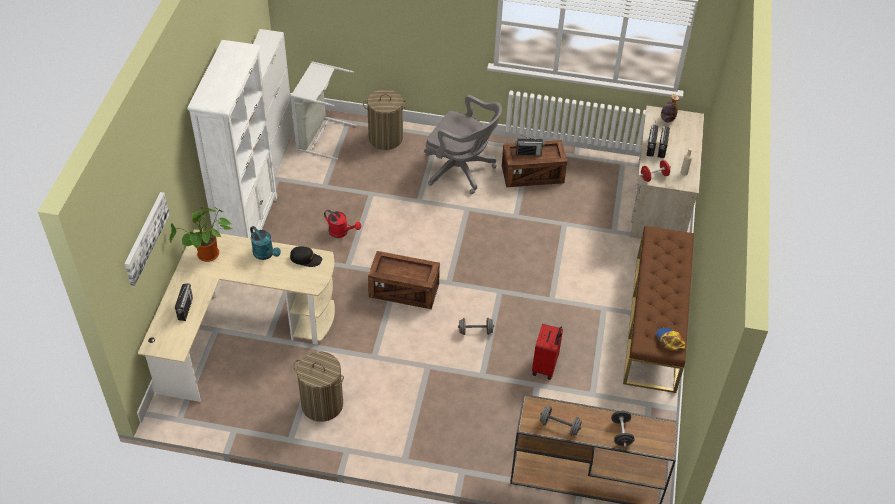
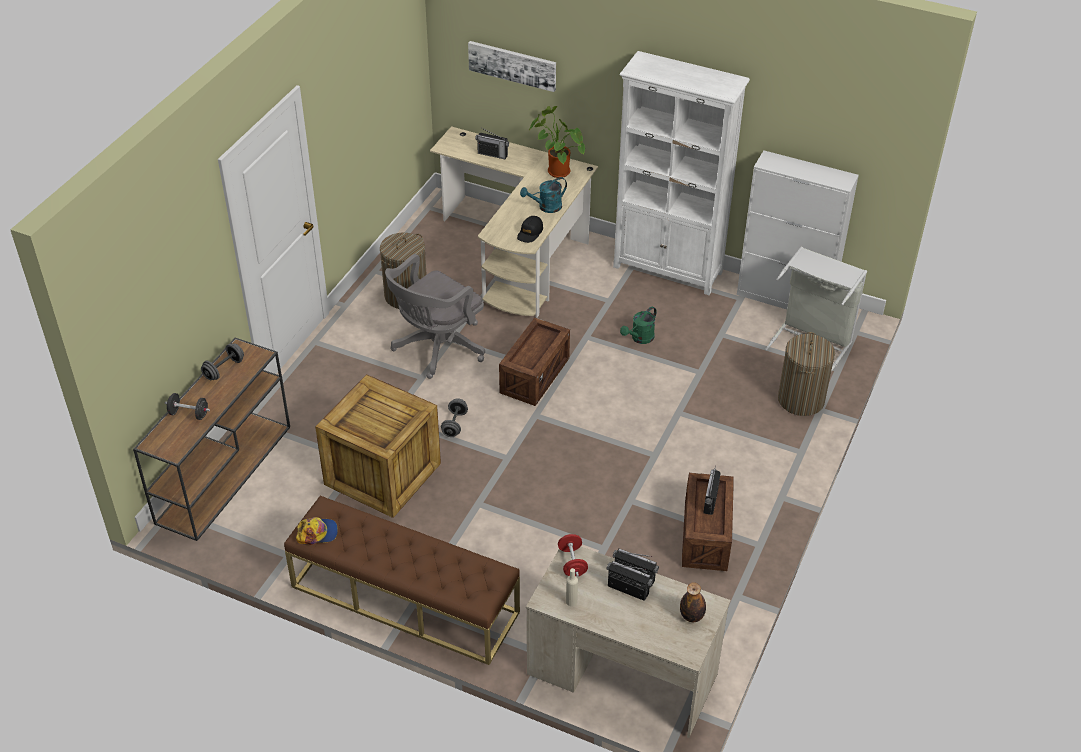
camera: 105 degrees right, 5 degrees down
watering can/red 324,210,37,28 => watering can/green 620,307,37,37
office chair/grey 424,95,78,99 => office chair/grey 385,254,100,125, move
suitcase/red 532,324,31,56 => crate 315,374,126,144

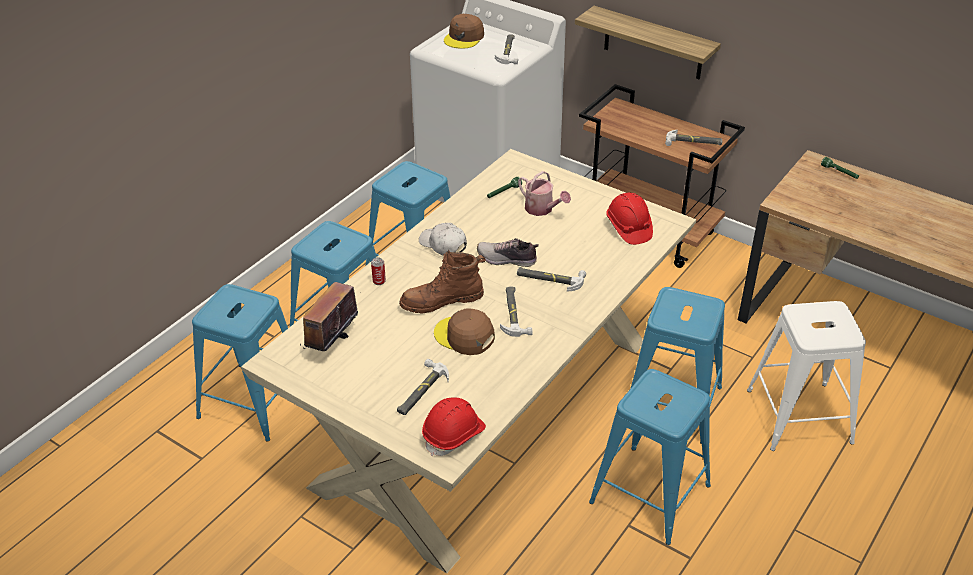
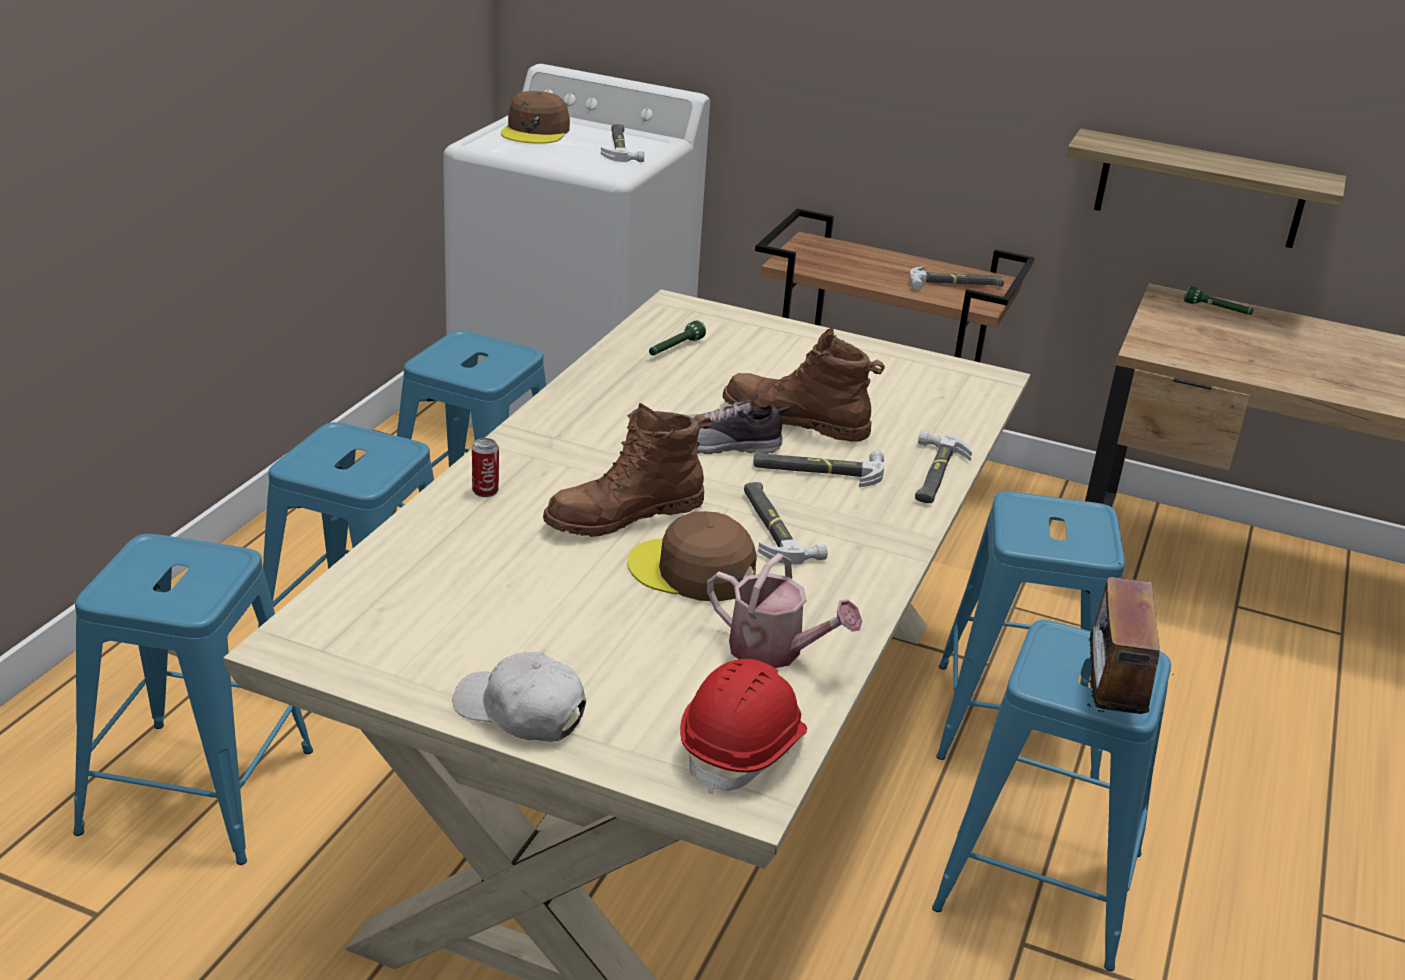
camera: 15 degrees left, 10 degrees down
radio 300,277,58,74 => radio 1058,562,102,152, move
hammer 397,359,52,56 => hammer 915,431,57,72, move
cap/white 419,223,48,32 => cap/white 452,652,134,90, move
watering can 518,171,53,45 => watering can 707,553,155,115, move
shelf 575,6,146,73 => shelf 1066,128,280,120, move
hard hat/red 606,193,47,52 => nothing
stool/white 747,301,119,150 => nothing
nothing => boot/brown 722,328,163,114

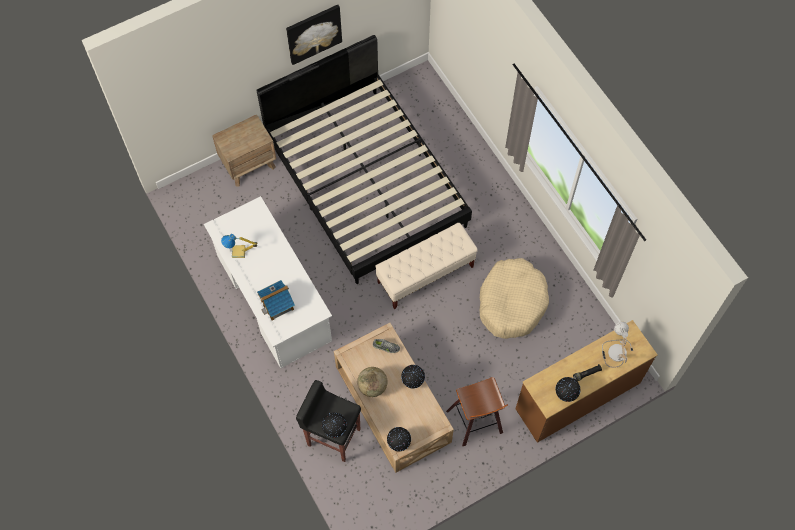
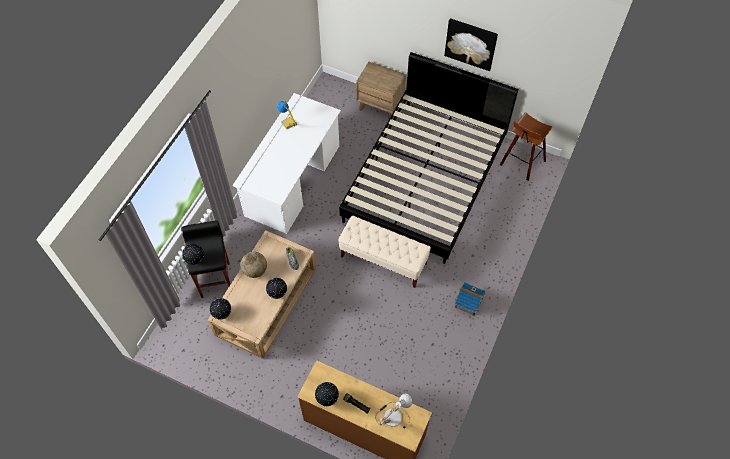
camera: 55 degrees right, 5 degrees down
toy house 257,280,38,41 => toy house 455,283,31,33, move
stool 446,377,62,69 => stool 500,112,52,69, move
dog bed/beige 480,258,69,81 => nothing

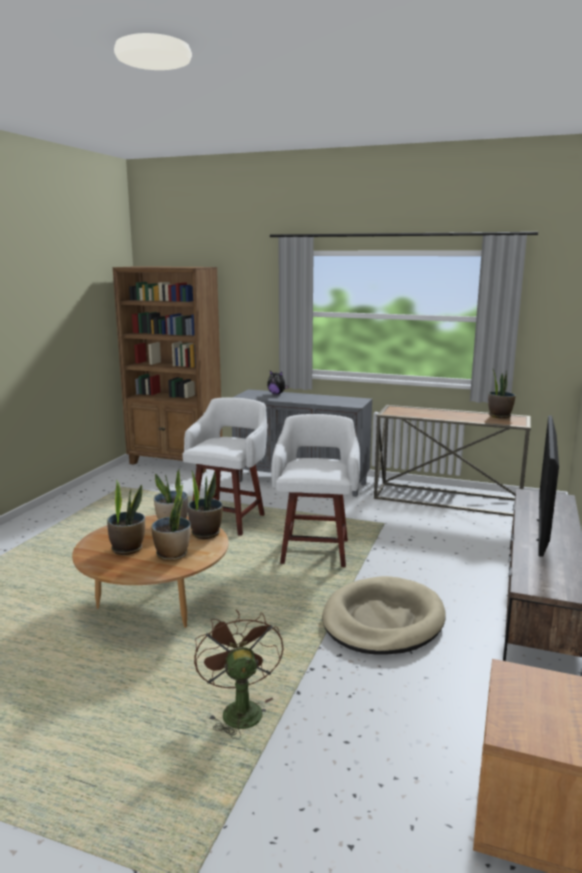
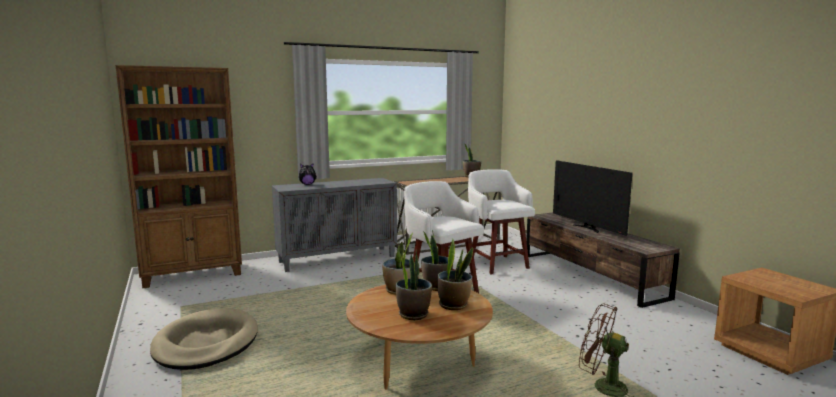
camera: 45 degrees left, 5 degrees down
stool/white 182,397,85,139 => stool/white 468,169,67,105, move
dog bed/beige 322,576,124,79 => dog bed/beige 150,308,108,62, move

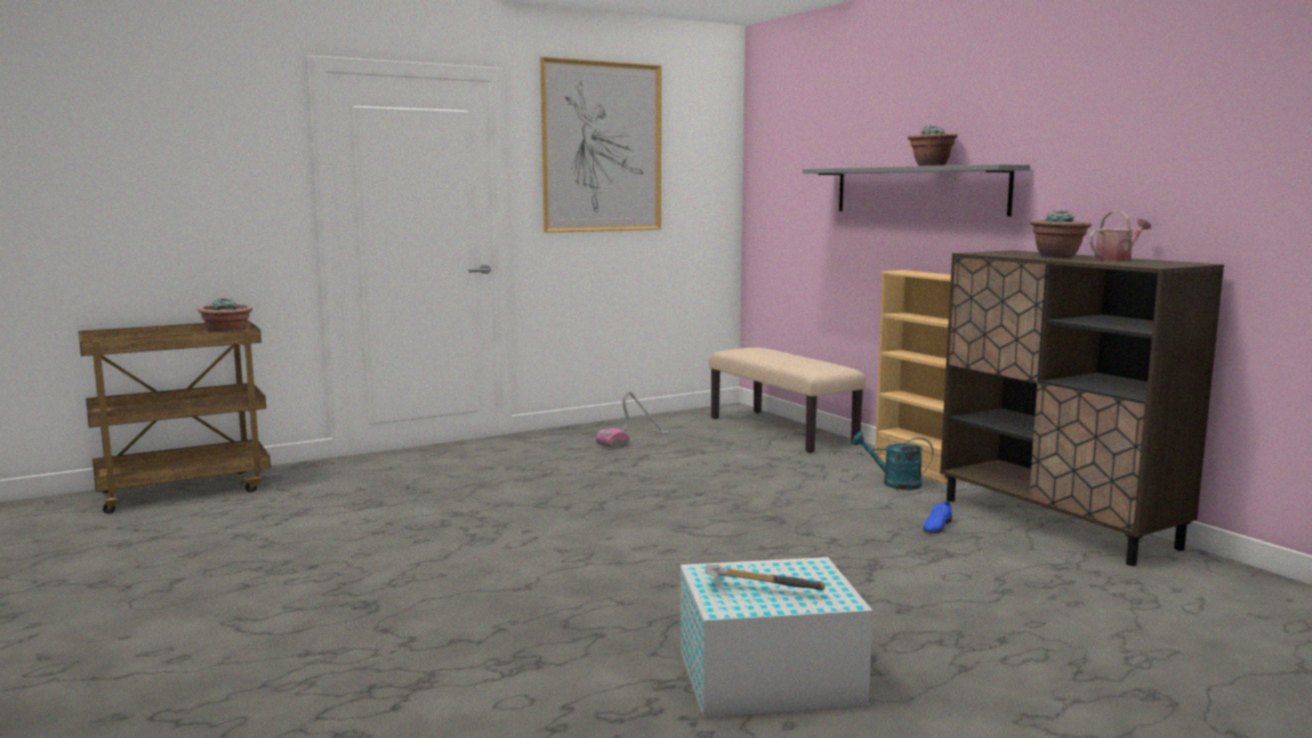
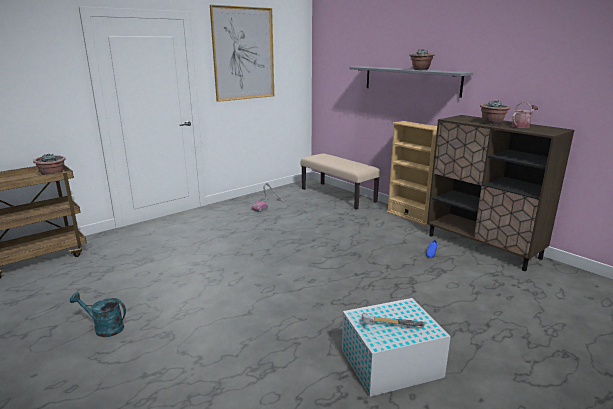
camera: 10 degrees left, 10 degrees up
watering can/turquoise 852,432,81,58 => watering can/turquoise 70,292,56,45, move

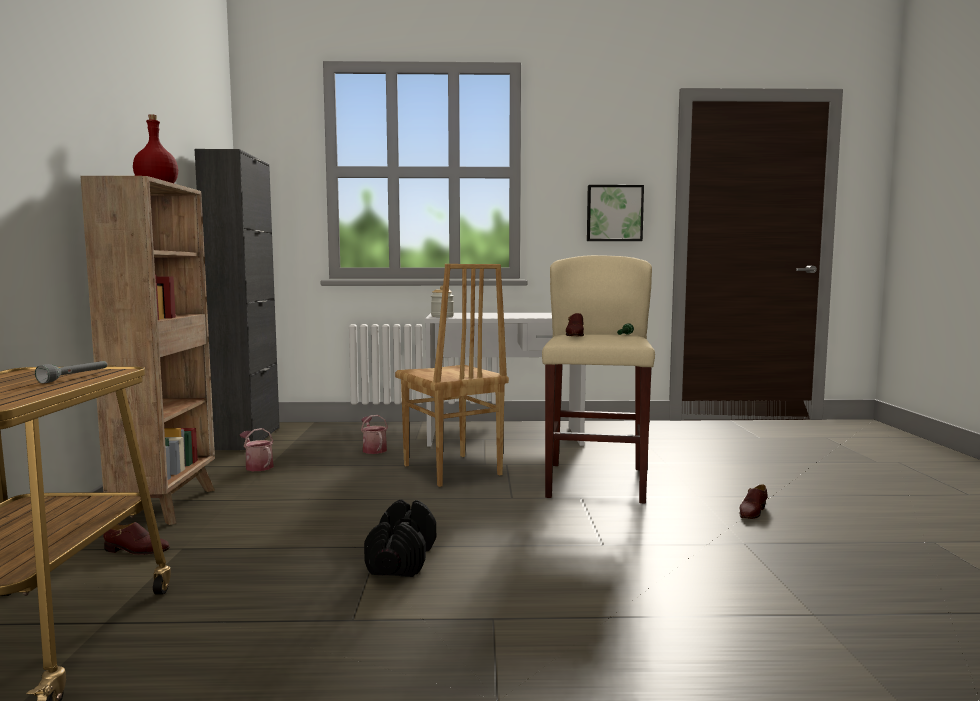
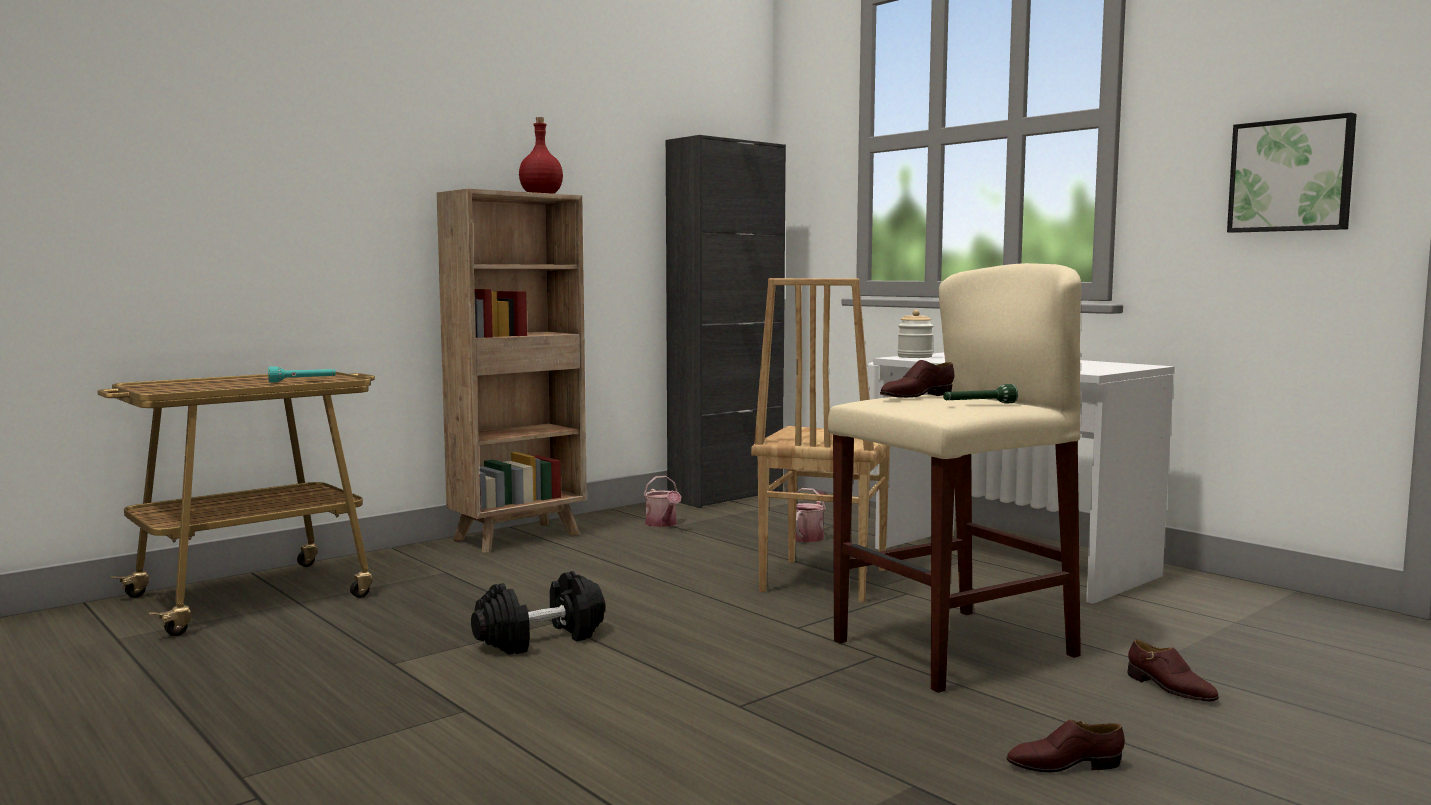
camera: 50 degrees right, 0 degrees up
flashlight/grey 35,361,72,22 => flashlight/turquoise 268,366,68,16
shoe/brown 103,522,67,33 => shoe/brown 1128,640,91,61, move
watering can 240,428,34,43 => watering can 643,476,39,51, 150 degrees clockwise

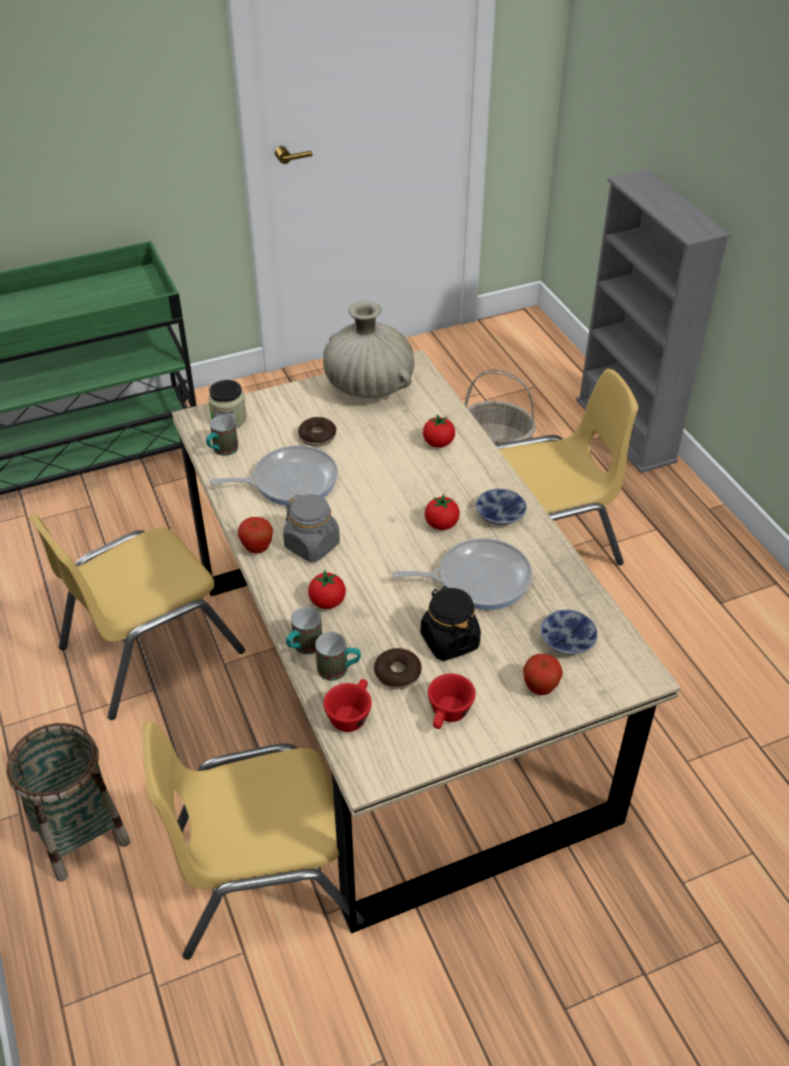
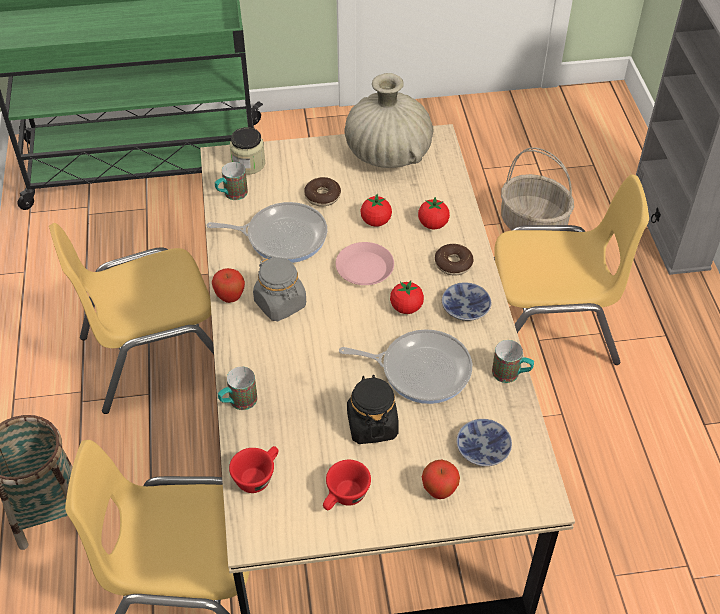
camera: 15 degrees right, 5 degrees up
tomato 308,570,38,39 => tomato 361,194,31,33, move
mug 315,632,46,49 => mug 492,340,42,43, move
donut 374,648,48,41 => donut 435,244,39,32, move
nothing => plate/pink 336,242,58,43

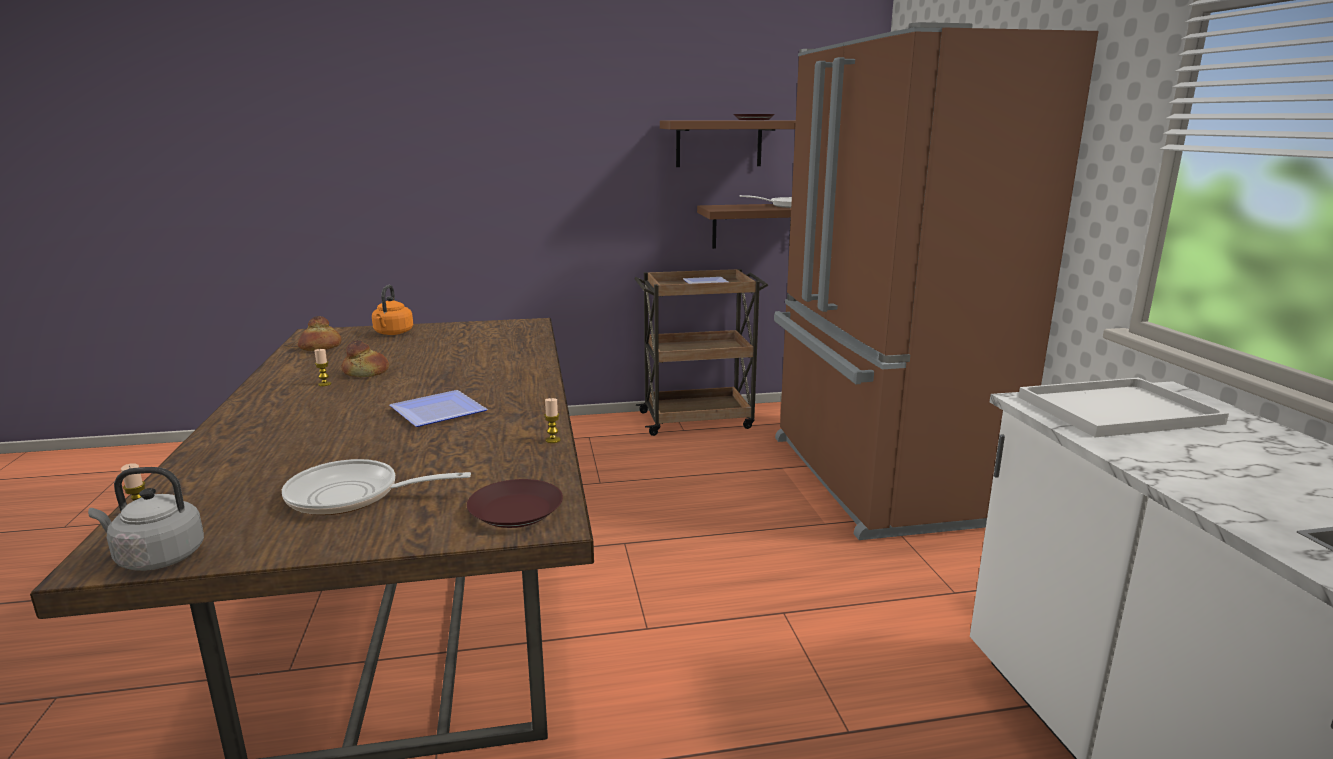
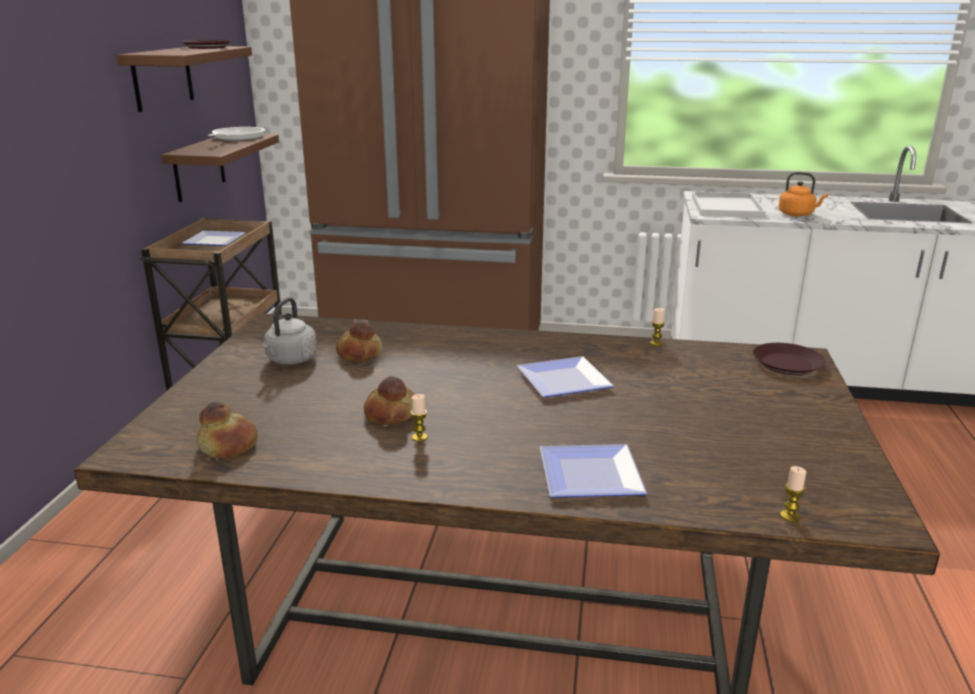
camera: 70 degrees left, 5 degrees up
kettle/grey 88,467,116,104 => kettle/grey 262,297,55,68, move
frying pan 282,459,189,56 => nothing
kettle/orange 372,285,41,50 => kettle/orange 778,172,50,44, move
nothing => bread 336,320,46,42
nothing => plate 540,444,107,54

